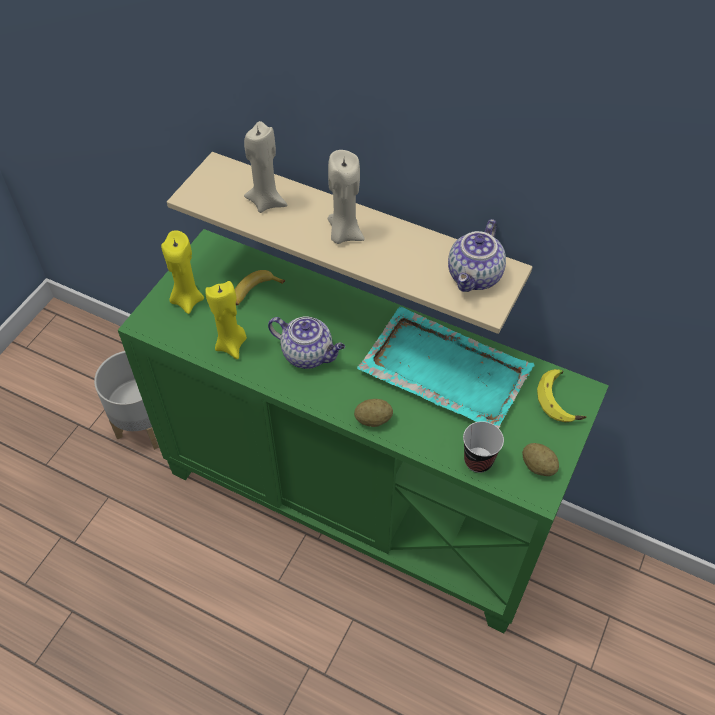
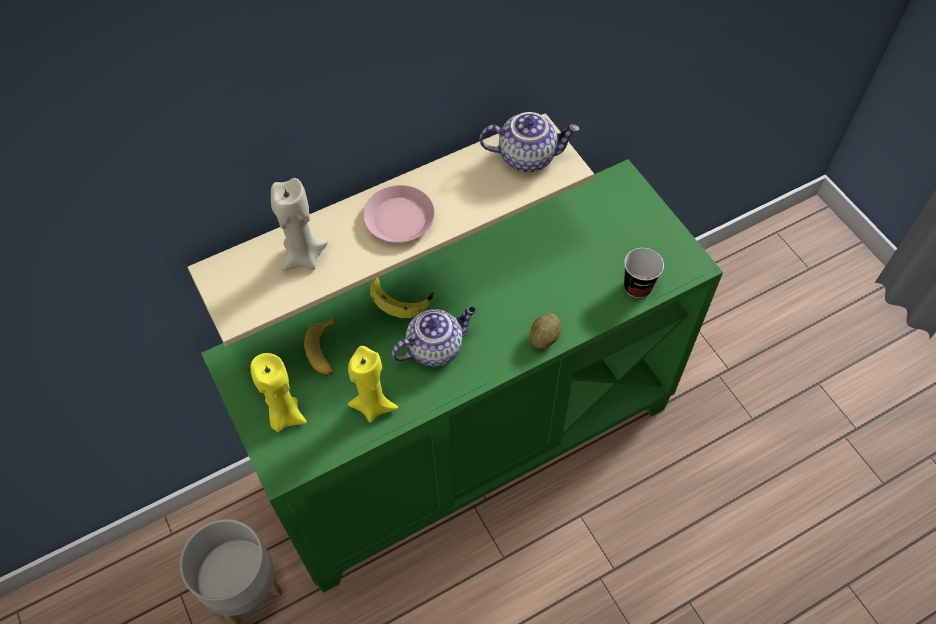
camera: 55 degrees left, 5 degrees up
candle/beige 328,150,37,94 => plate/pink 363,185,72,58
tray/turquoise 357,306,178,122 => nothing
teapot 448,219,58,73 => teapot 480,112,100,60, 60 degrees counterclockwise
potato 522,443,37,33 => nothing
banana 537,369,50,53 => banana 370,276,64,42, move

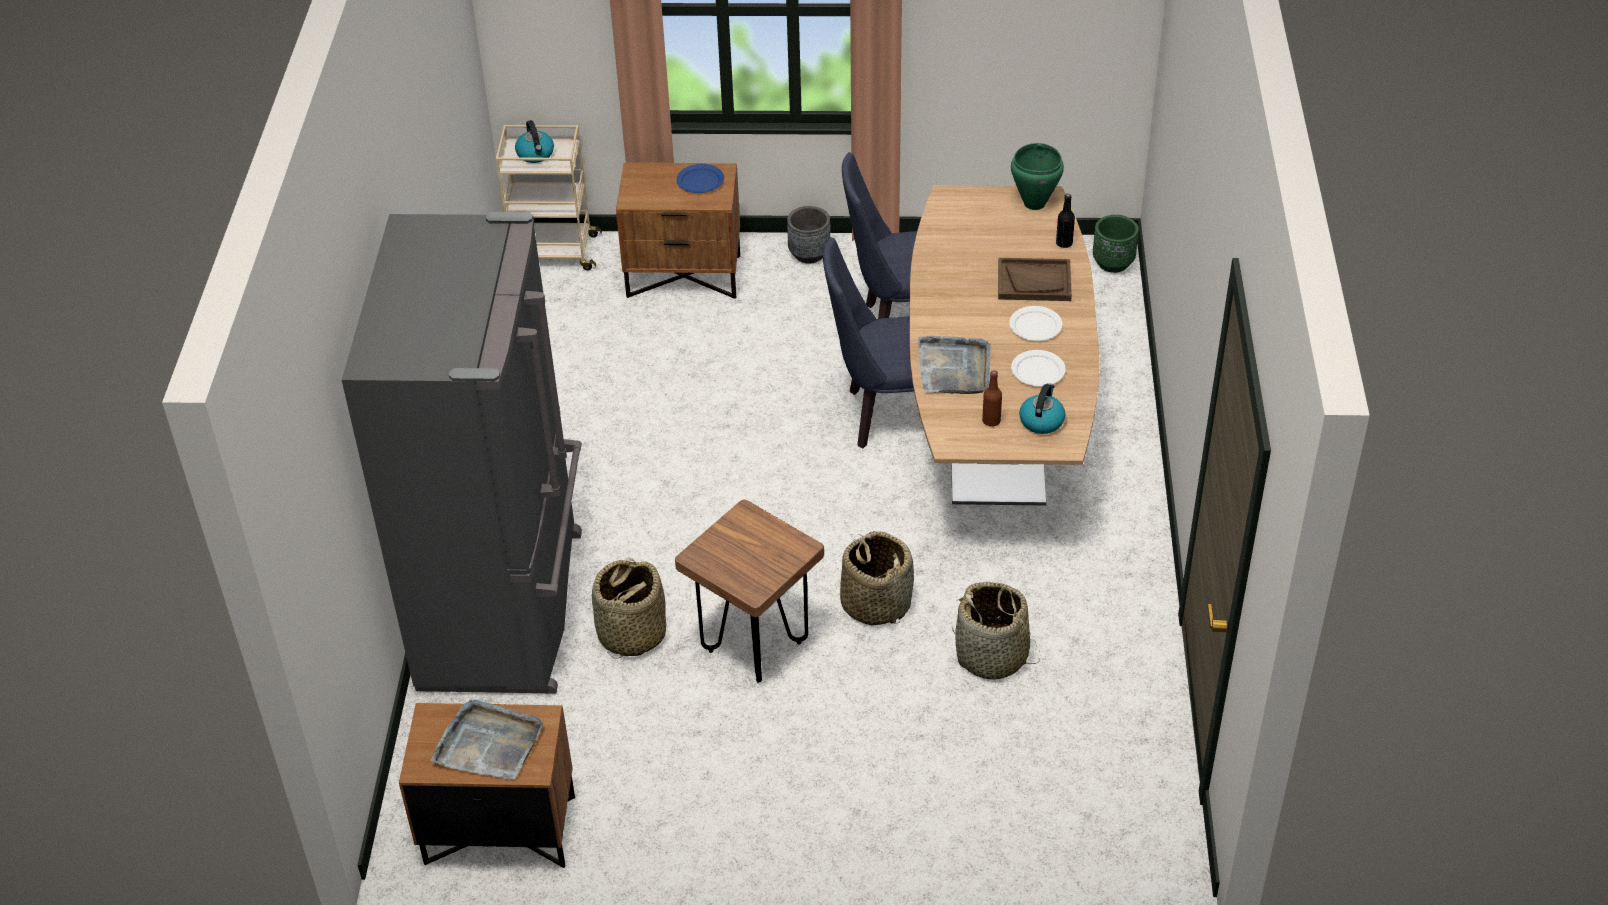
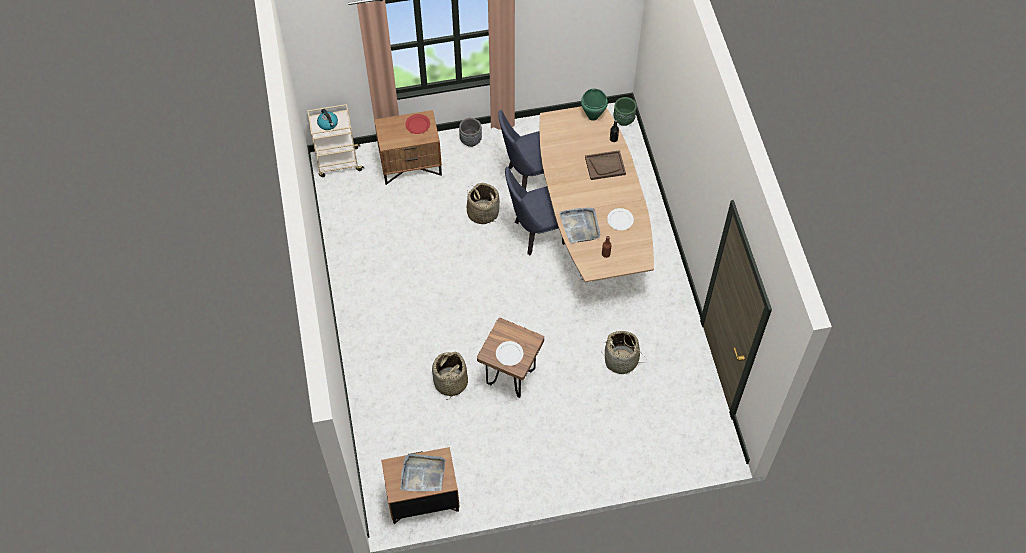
camera: 15 degrees left, 15 degrees up
fridge/grey 342,212,240,482 => nothing
plate/blue 676,164,48,29 => plate/red 405,114,25,20
basket 840,531,74,94 => basket 467,183,33,41, move
plate/white 1009,306,54,35 => plate/white 496,341,27,25, move
kettle 1019,383,46,51 => nothing

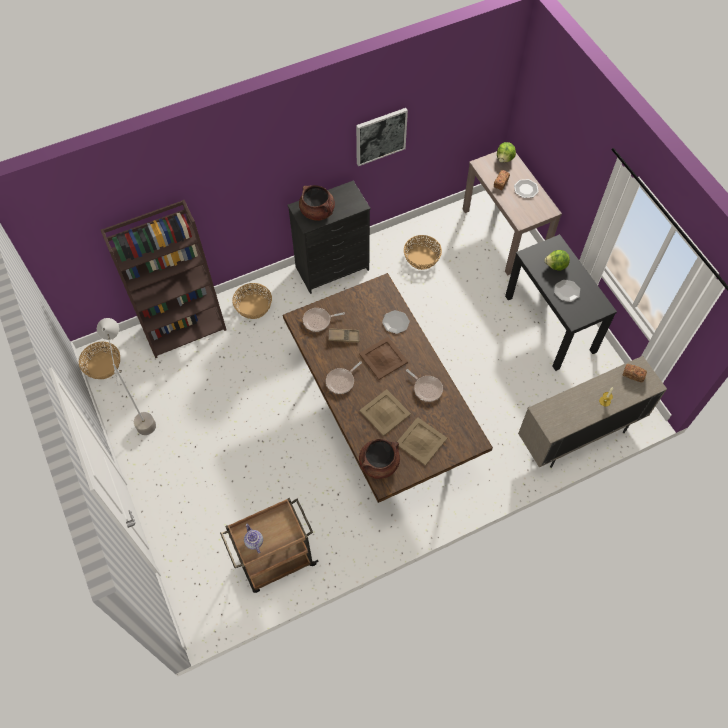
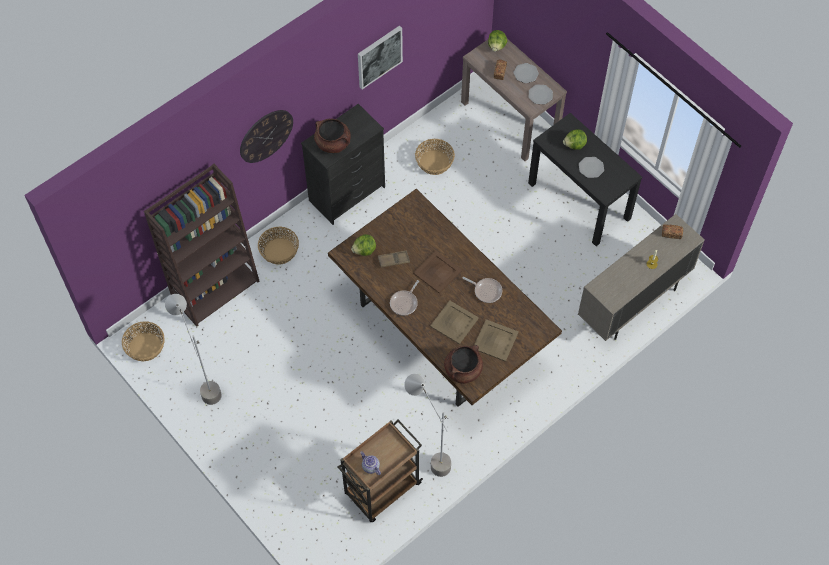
camera: 15 degrees left, 0 degrees up
frying pan 303,308,42,24 => lettuce 351,234,25,22
plate 382,310,28,24 => plate 529,85,24,20, move
nothing => wall clock 240,110,53,53
nothing => floor lamp/grey 404,373,47,104

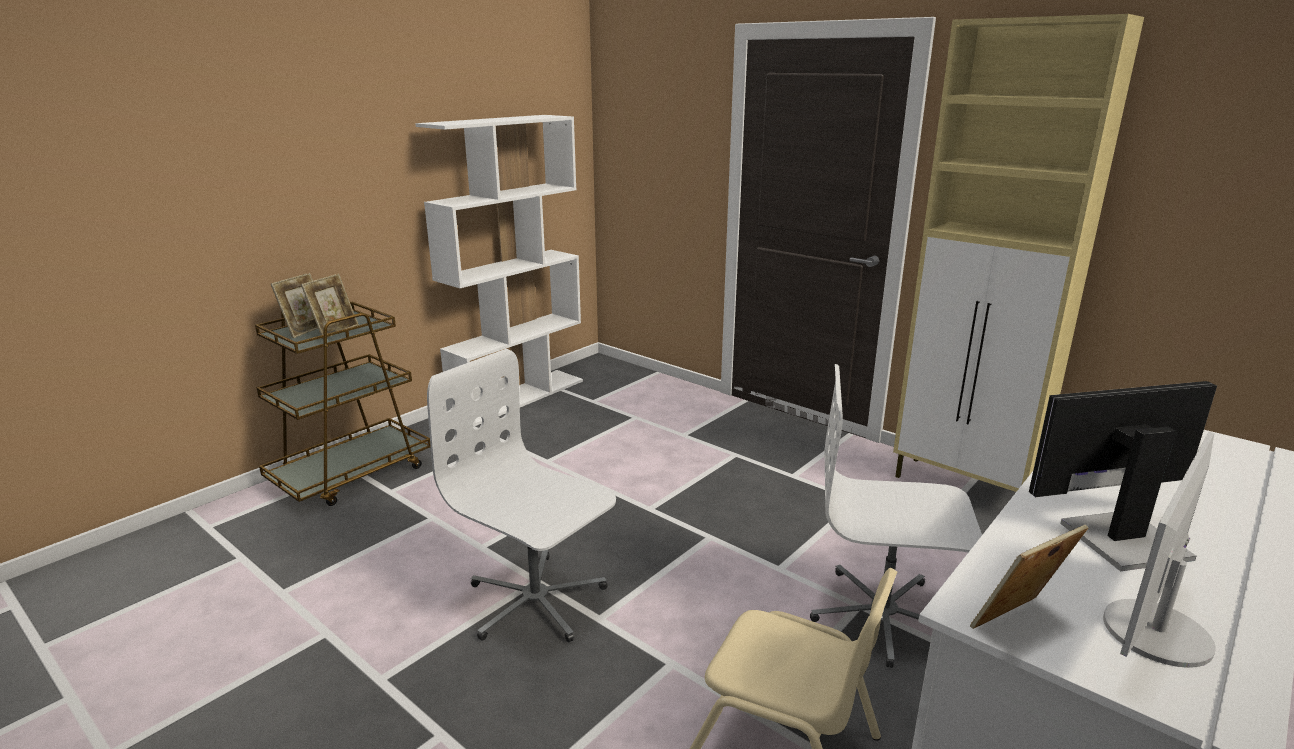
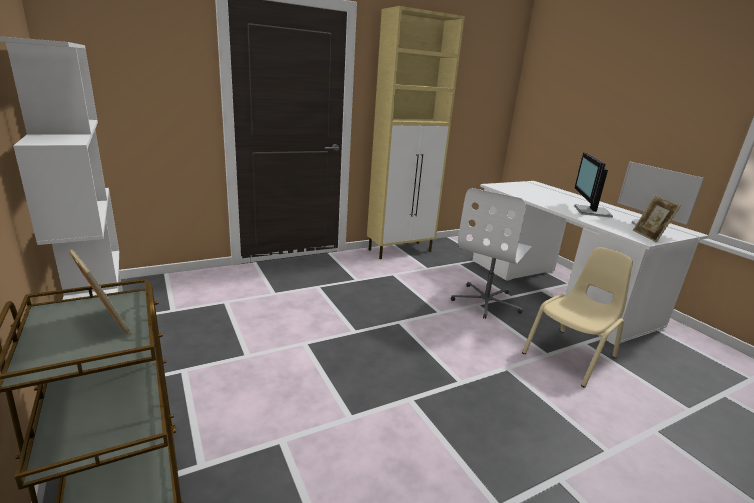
camera: 70 degrees left, 0 degrees up
picture frame 271,273,47,65 => nothing
office chair/white 427,349,189,294 => nothing

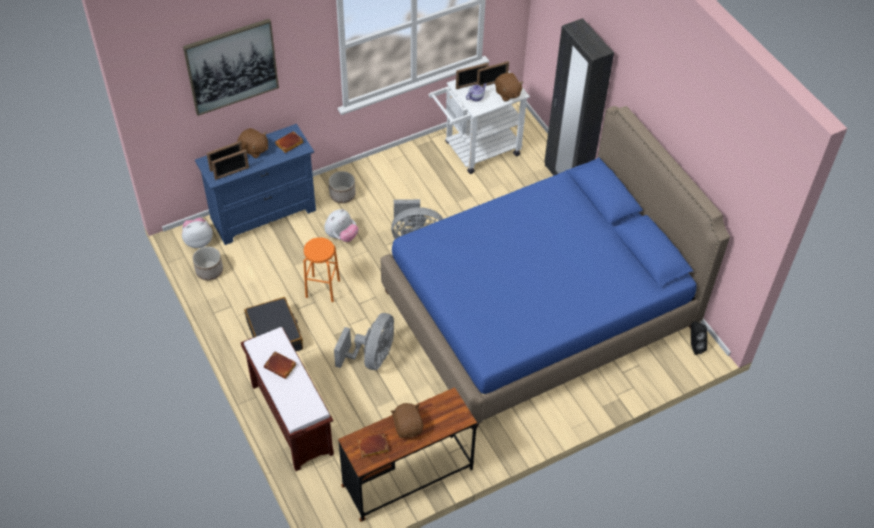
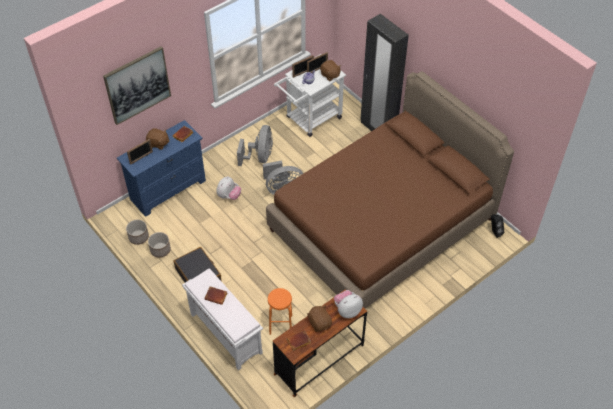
camera: 10 degrees left, 0 degrees up
plush toy 182,217,31,31 => plush toy 334,290,29,28, move
picture frame 211,149,38,31 => nothing
bench/brown 241,327,93,144 => bench/white 182,268,81,102
stool/orange 304,237,36,65 => stool/orange 268,288,24,47, move
planter 329,171,27,32 => planter 148,232,23,26, move
fan/grey 334,313,60,57 => fan/grey 237,125,36,41, move
bed/blue 380,106,350,324 => bed/brown 266,71,248,237

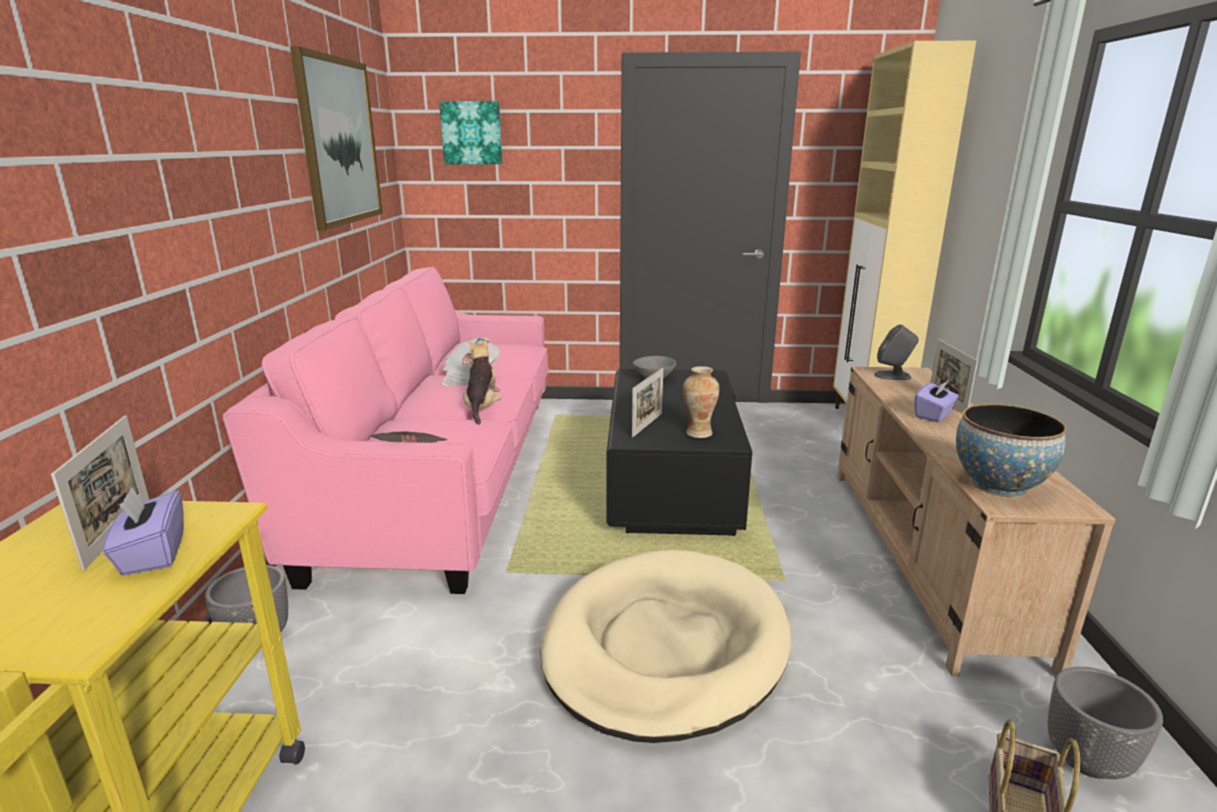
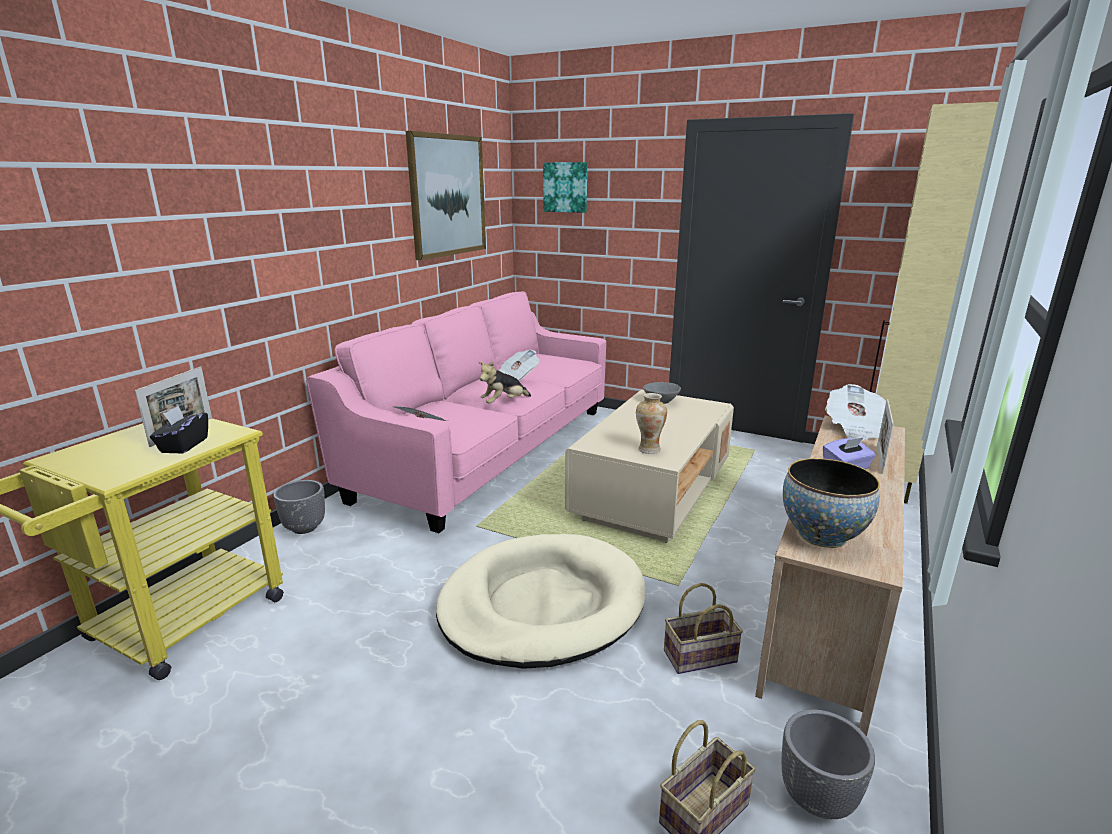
camera: 25 degrees right, 0 degrees up
tissue box/purple 102,487,82,89 => tissue box/black 150,406,58,48
plush toy 463,340,38,85 => plush toy 479,362,52,42, 150 degrees counterclockwise
coffee table/black 606,369,146,167 => coffee table/beige 565,390,169,153
picture frame 632,368,31,69 => nothing
speaker/grey 874,324,45,56 => newspaper 825,384,61,57
nothing => basket 664,583,79,91

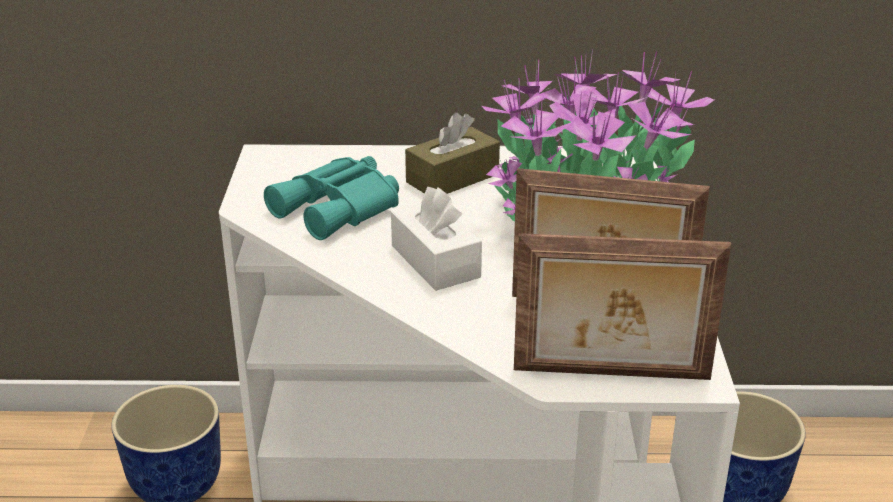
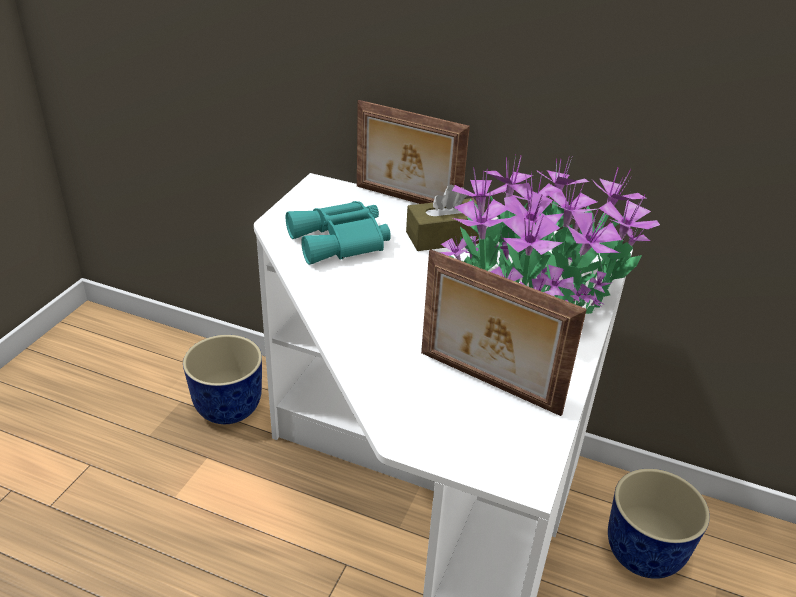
camera: 20 degrees right, 5 degrees up
tissue box/white 391,187,91,104 => nothing
picture frame 514,233,217,147 => picture frame 357,100,113,104, move

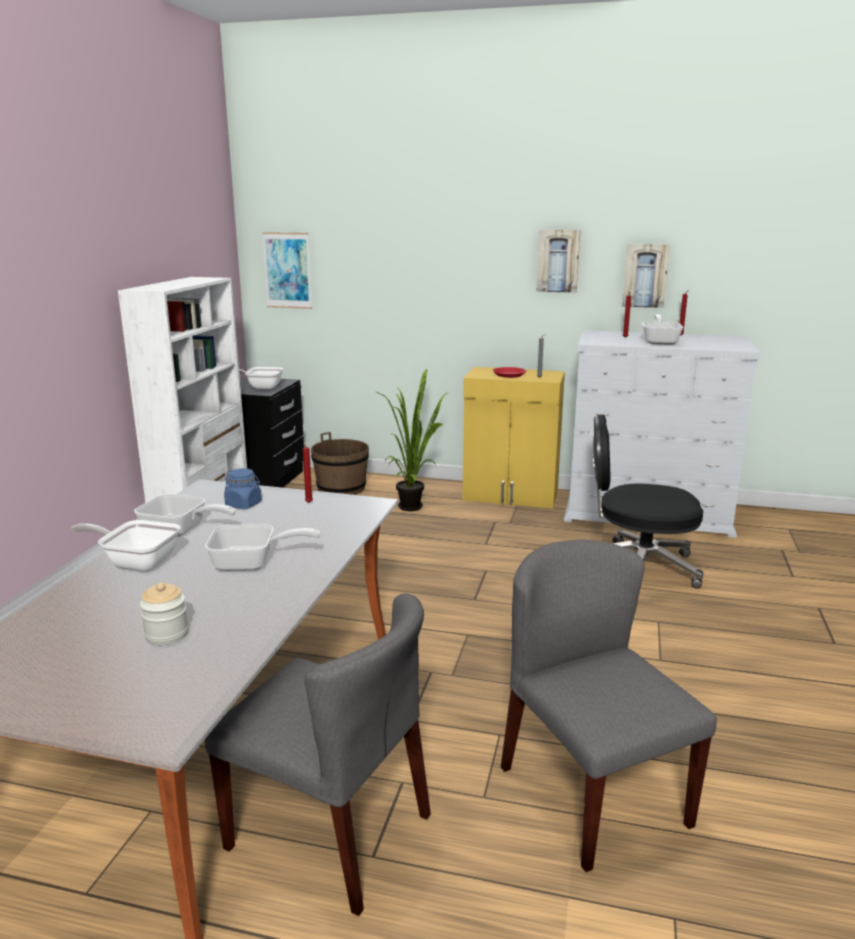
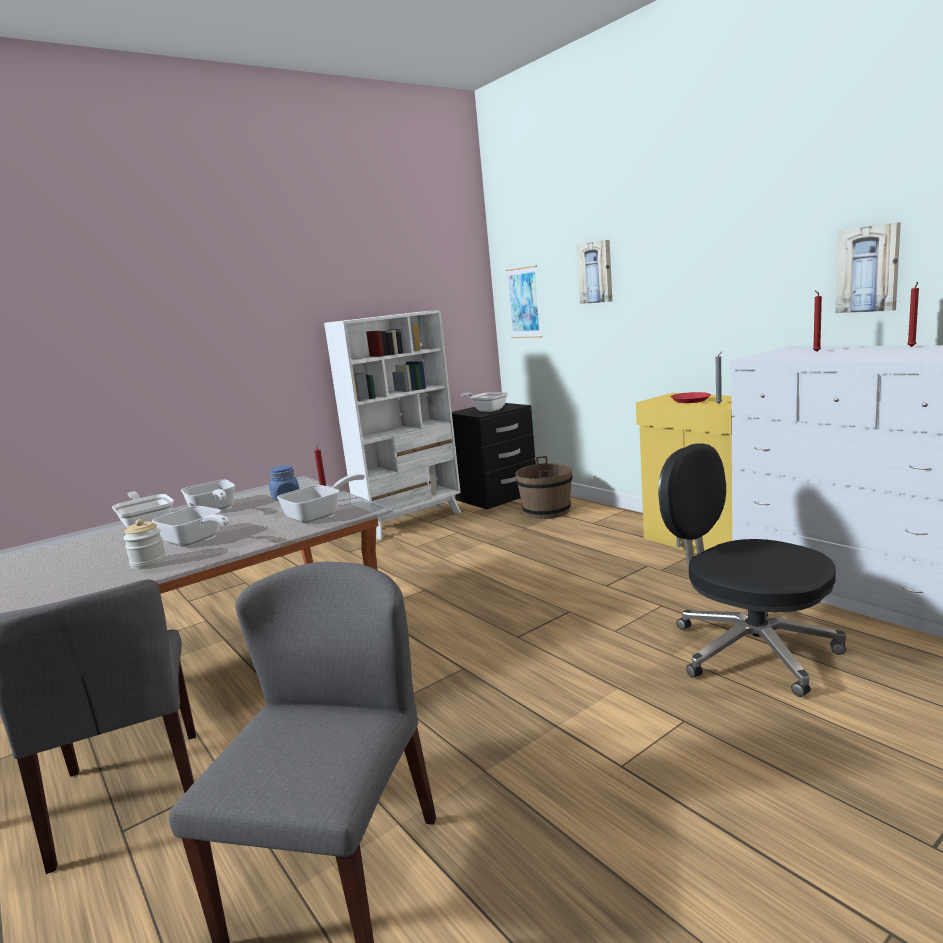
camera: 40 degrees right, 5 degrees down
jar 140,582,48,63 => jar 123,519,43,50, move
potted plant 376,369,72,142 => nothing
picture 536,230,45,63 => picture 576,240,36,64, move
frying pan 642,314,41,31 => frying pan 277,474,88,49, move

